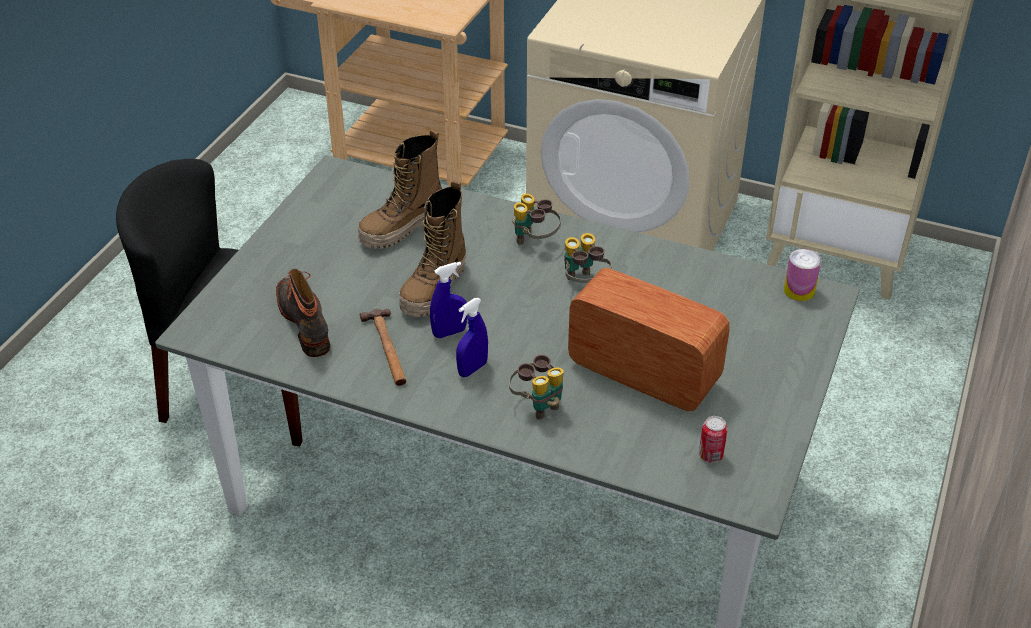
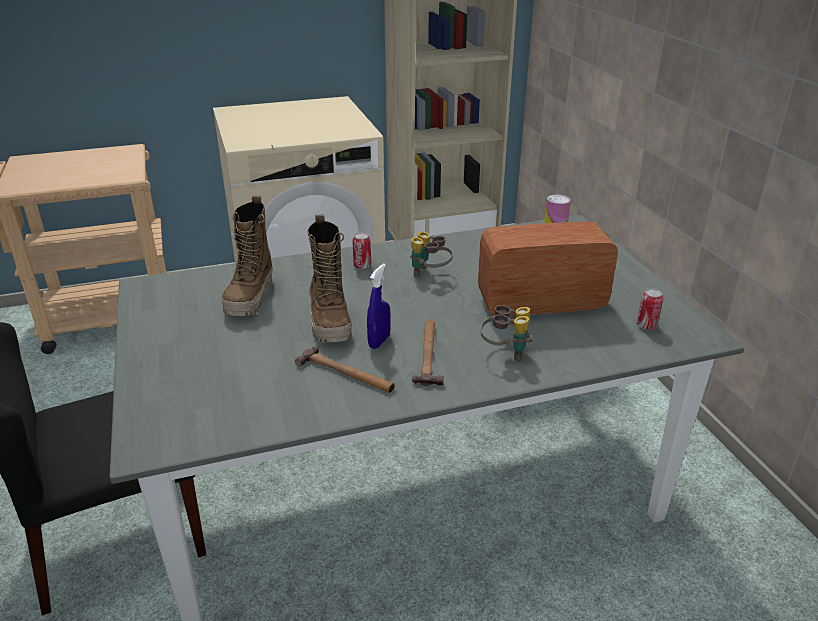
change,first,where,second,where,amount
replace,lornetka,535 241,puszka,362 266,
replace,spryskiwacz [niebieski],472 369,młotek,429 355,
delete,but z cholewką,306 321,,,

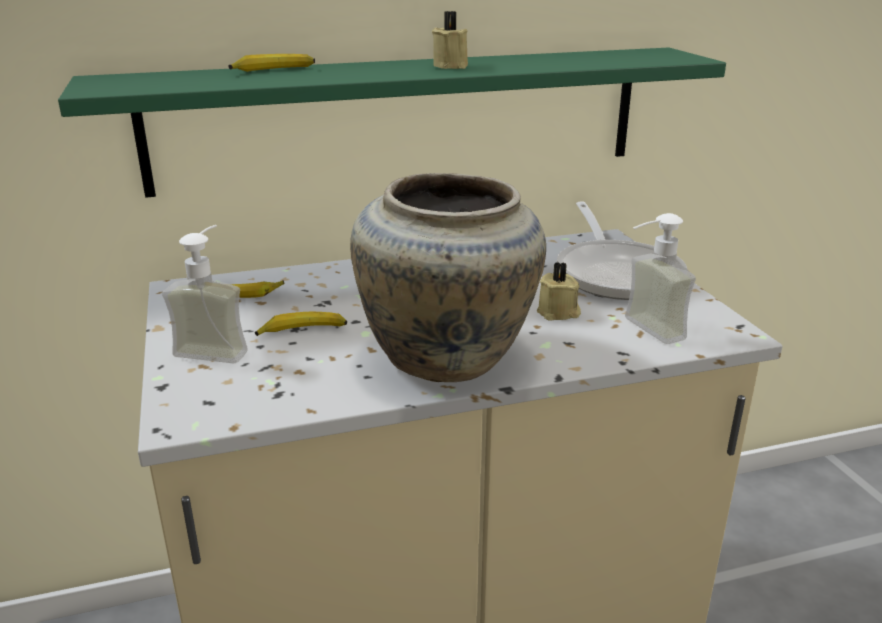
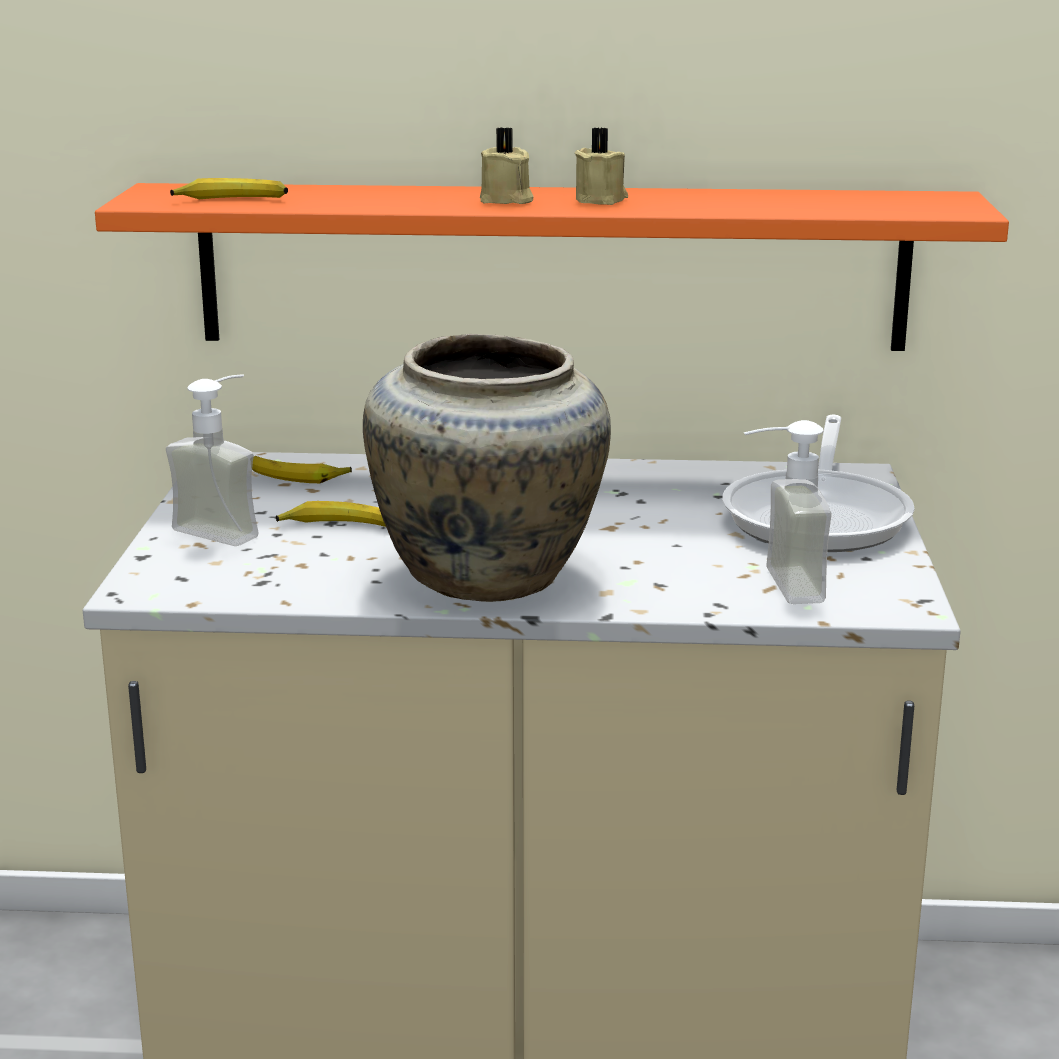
change,first,where,second,where,amount
recolor,półka [zielony],401 118,półka [pomarańczowy],551 267,
move,banan,273 70,,232 200,
move,świeca [beżowy],559 313,,506 200,

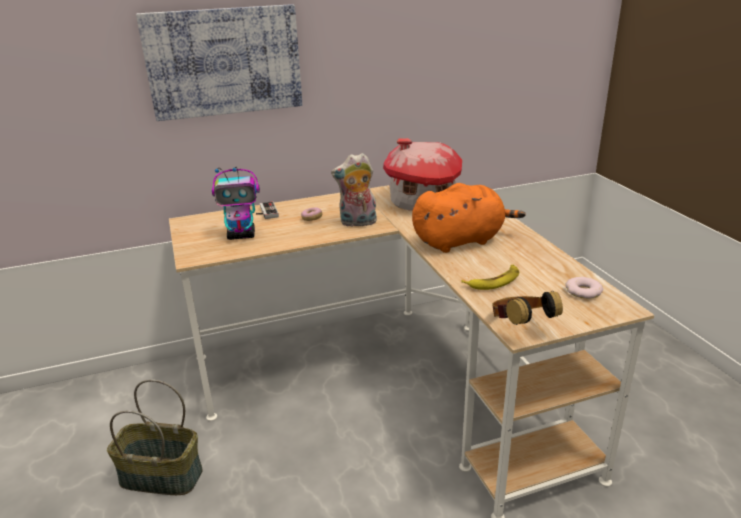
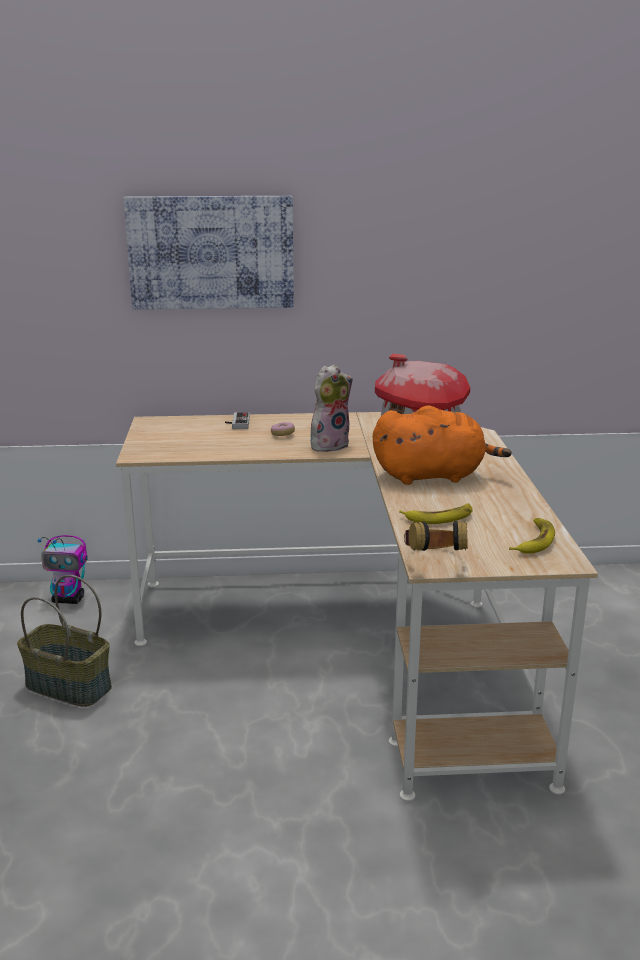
change,first,where,second,where,amount
move,robot zabawkowy,242 235,,69 599,
rotate,pluszak,357 223,,329 445,135 degrees clockwise
replace,donut,583 291,banan,533 541,

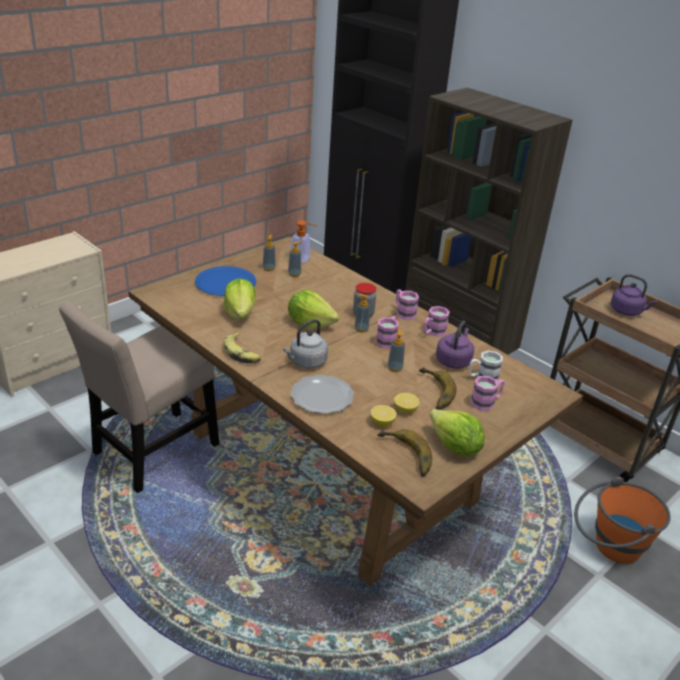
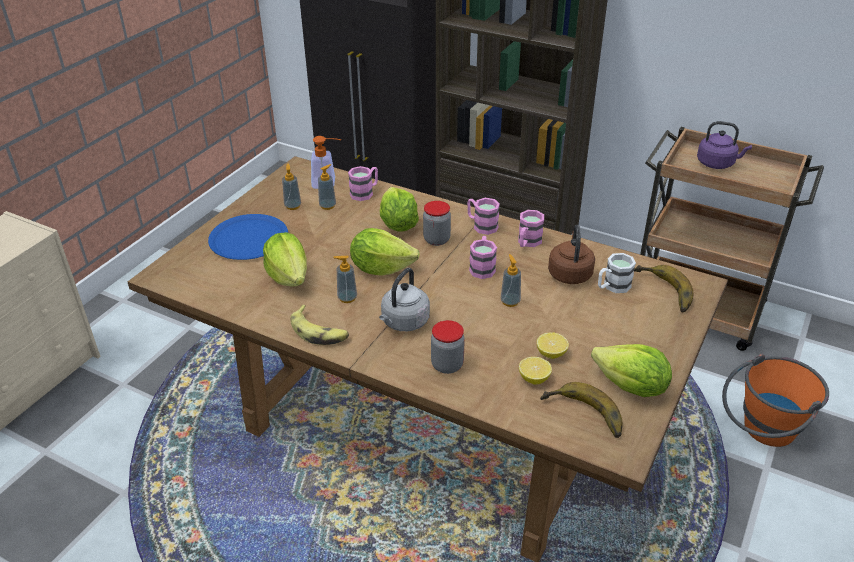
change,first,where,second,where,amount
move,dozownik mydła,361 329,,347 298,
move,kubek [różowy],486 402,,365 192,
insert,,,sałata,398 224,
replace,talerz,322 397,słoik,447 365,
recolor,czajnik [fioletowy],454 360,czajnik [brązowy],570 273,
move,banan,432 392,,662 292,
delete,krzesło [beżowy],151 453,,,

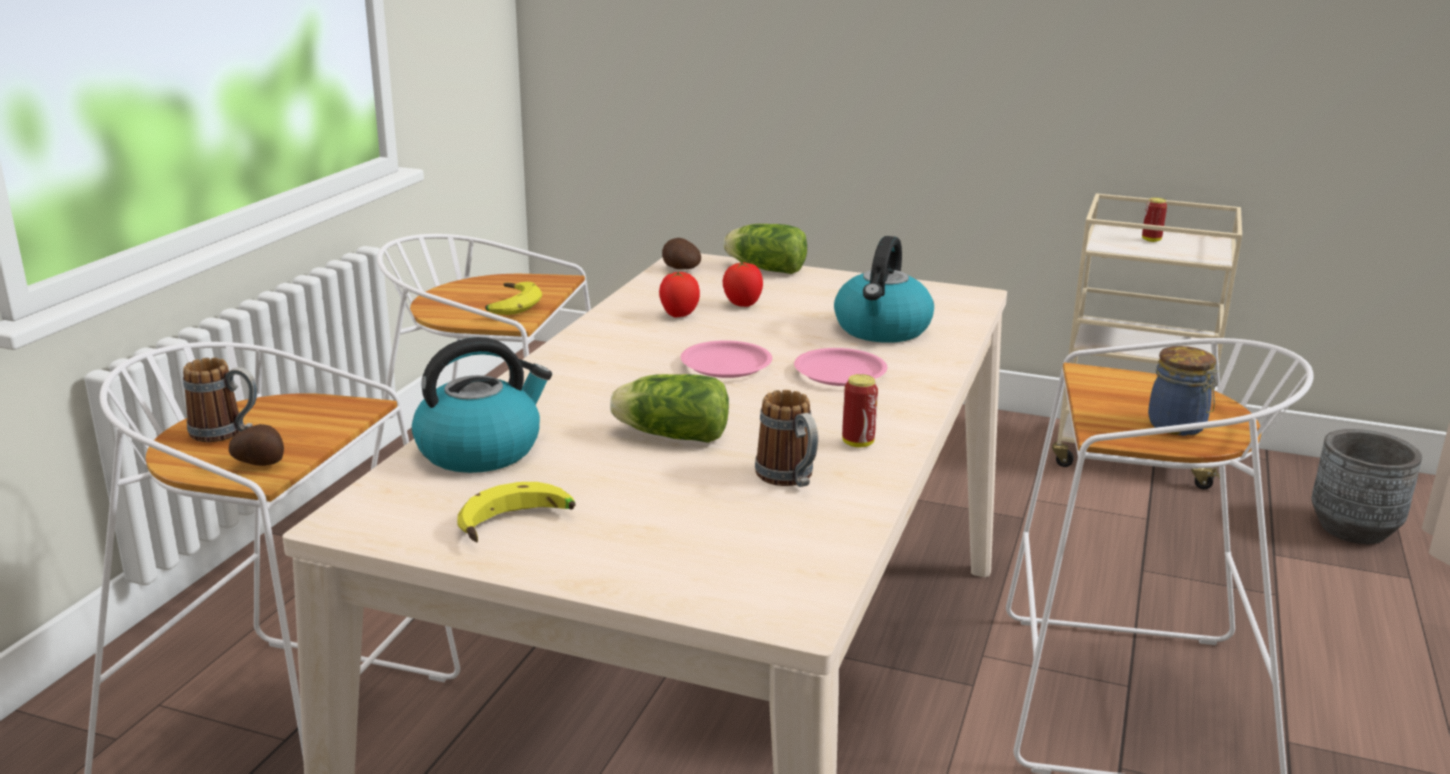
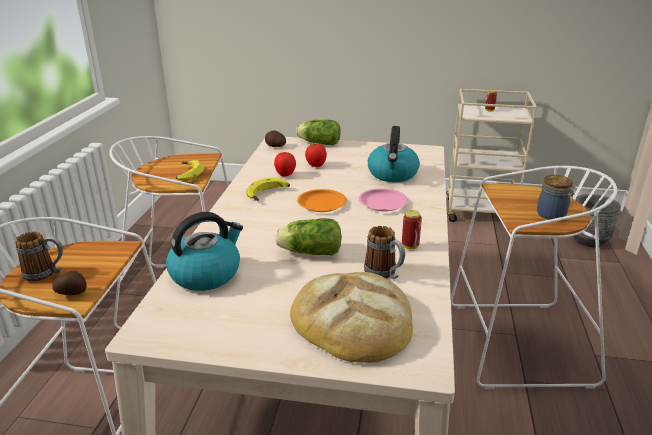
change,first,where,second,where,amount
move,banan,517 526,,269 195,
insert,,,chleb,353 320,
recolor,talerz [różowy],727 365,talerz [pomarańczowy],322 204,

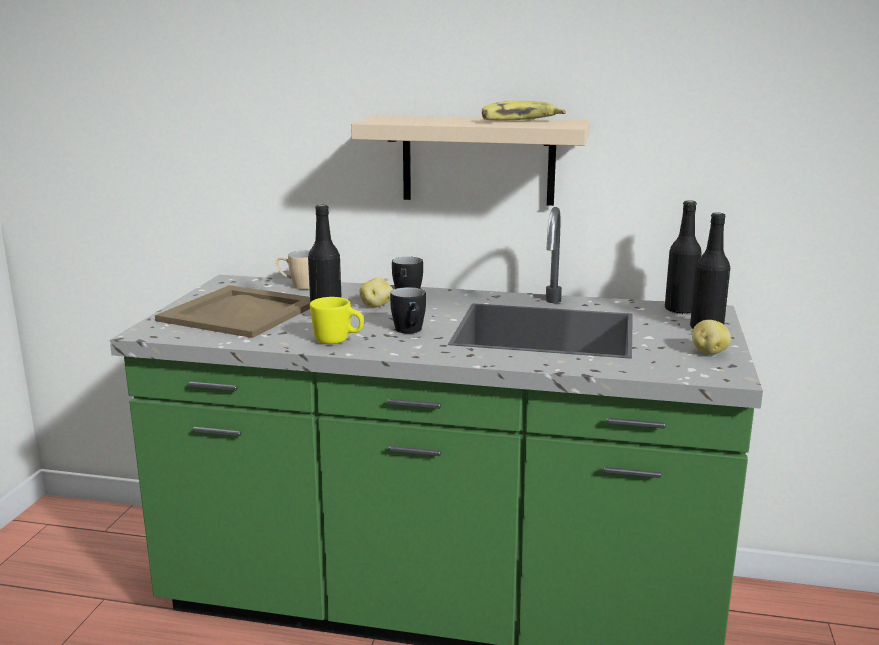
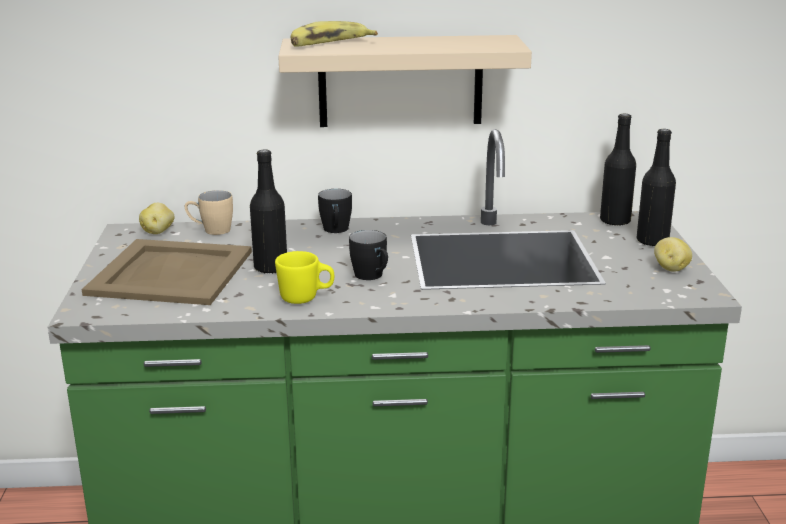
change,first,where,second,where,amount
move,ziemniak,377 306,,158 231,
move,banan,518 121,,329 45,

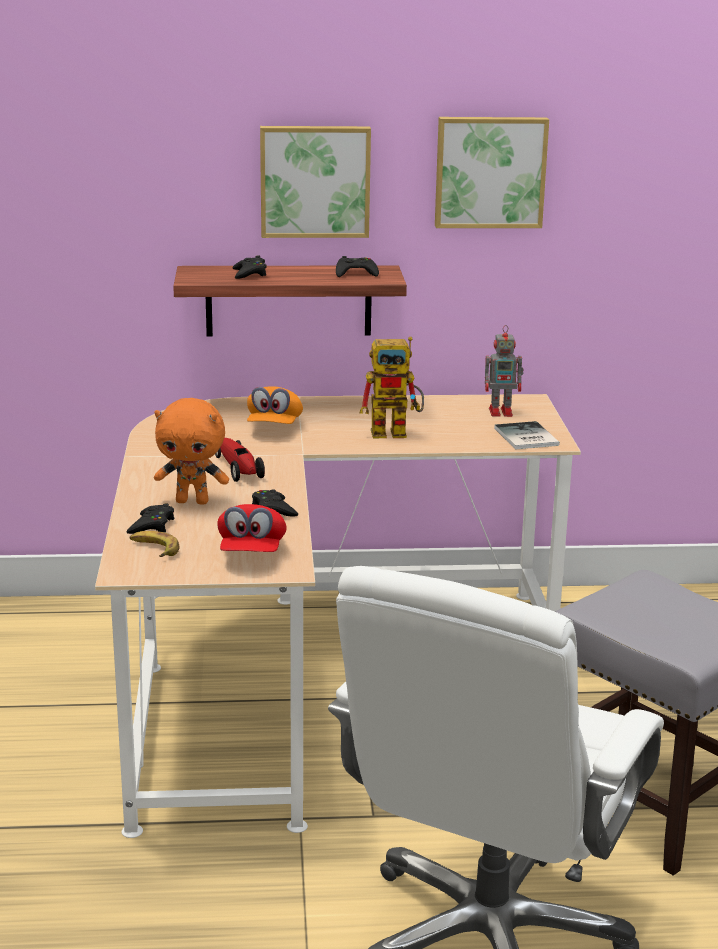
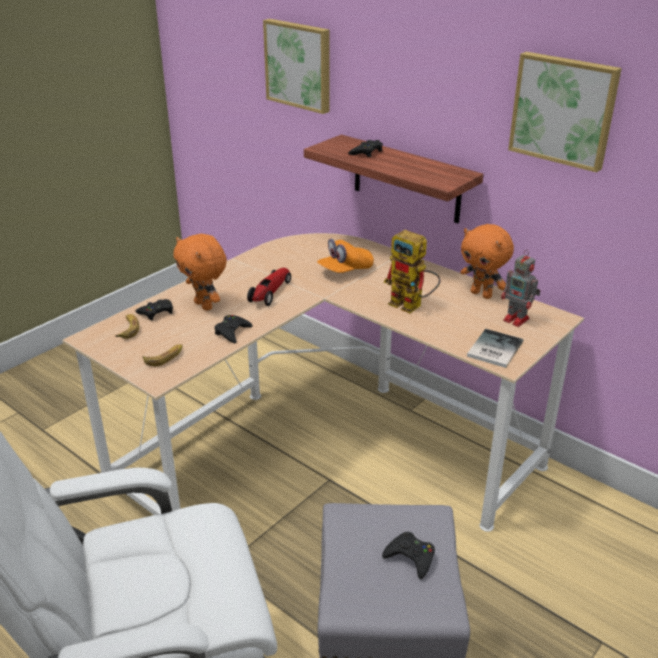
change,first,where,second,where,amount
replace,czapka z daszkiem [czerwony],251 552,banan,165 357,
move,obraz,314 181,,299 65,
move,pad do gier [czarny],355 273,,411 558,
insert,,,pluszak [pomarańczowy],482 294,

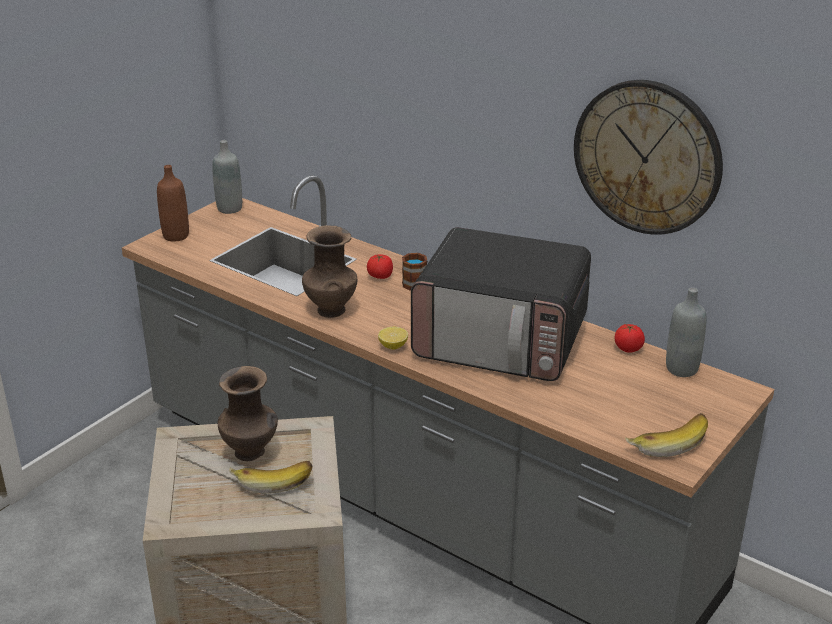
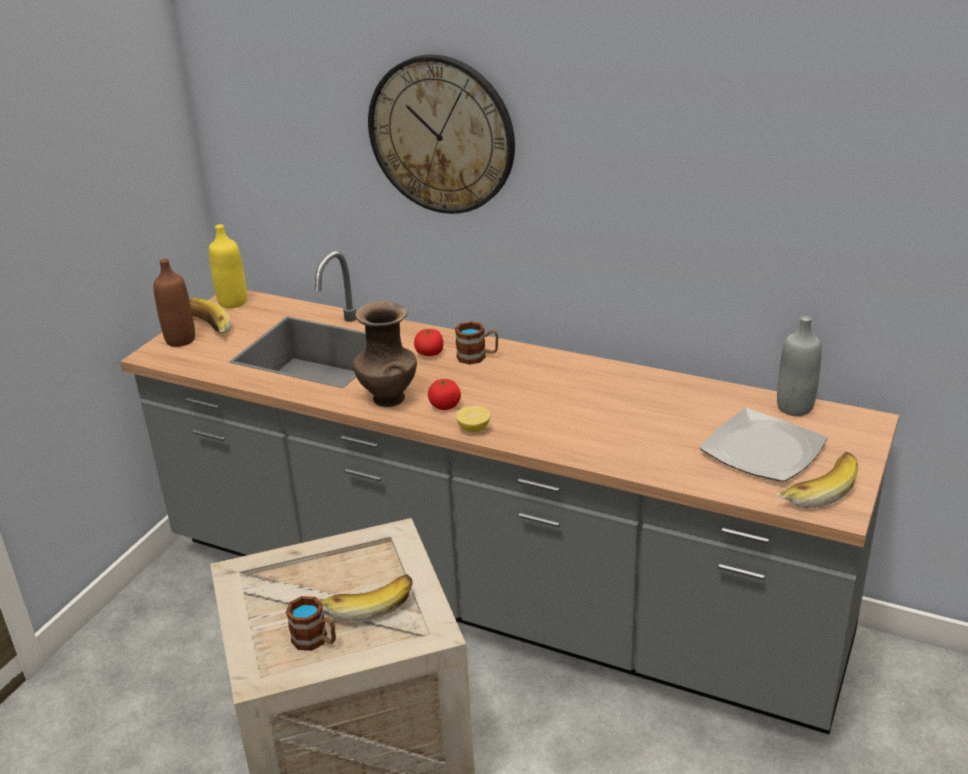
change,first,where,second,where,amount
insert,,,banan,205 328,
recolor,butelka [szary],229 208,butelka [żółty],232 302,
insert,,,kubek,315 640,
move,zegar ścienny,647 157,,441 135,
move,pomidor,628 348,,445 405,
insert,,,talerz,763 451,
delete,wazon [brązowy],251 452,,,
delete,mikrofalówka,501 341,,,

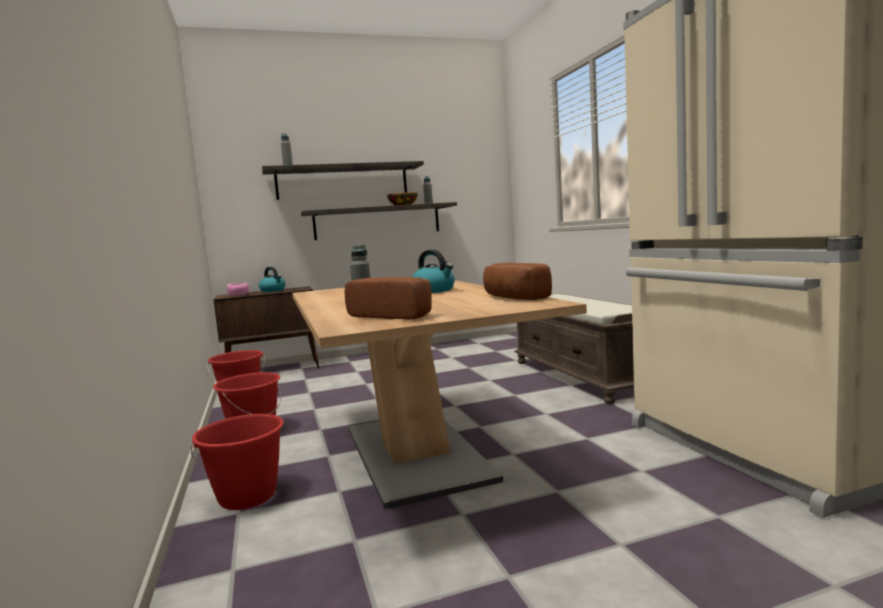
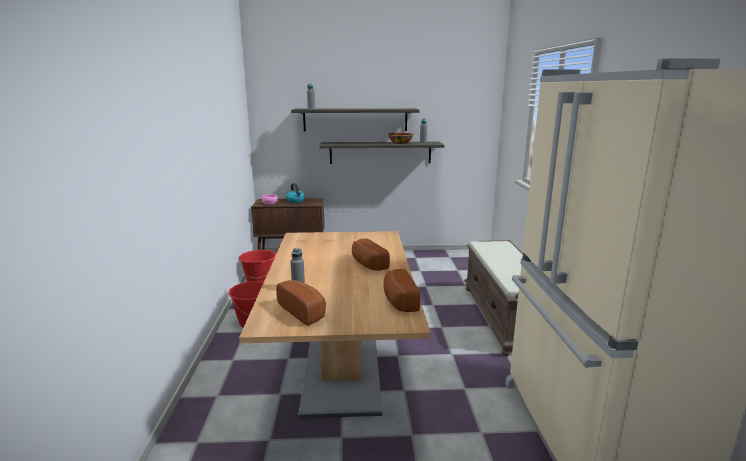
change,first,where,second,where,amount
replace,czajnik,434 291,chleb,367 264,
delete,wiadro [czerwony],247 497,,,

